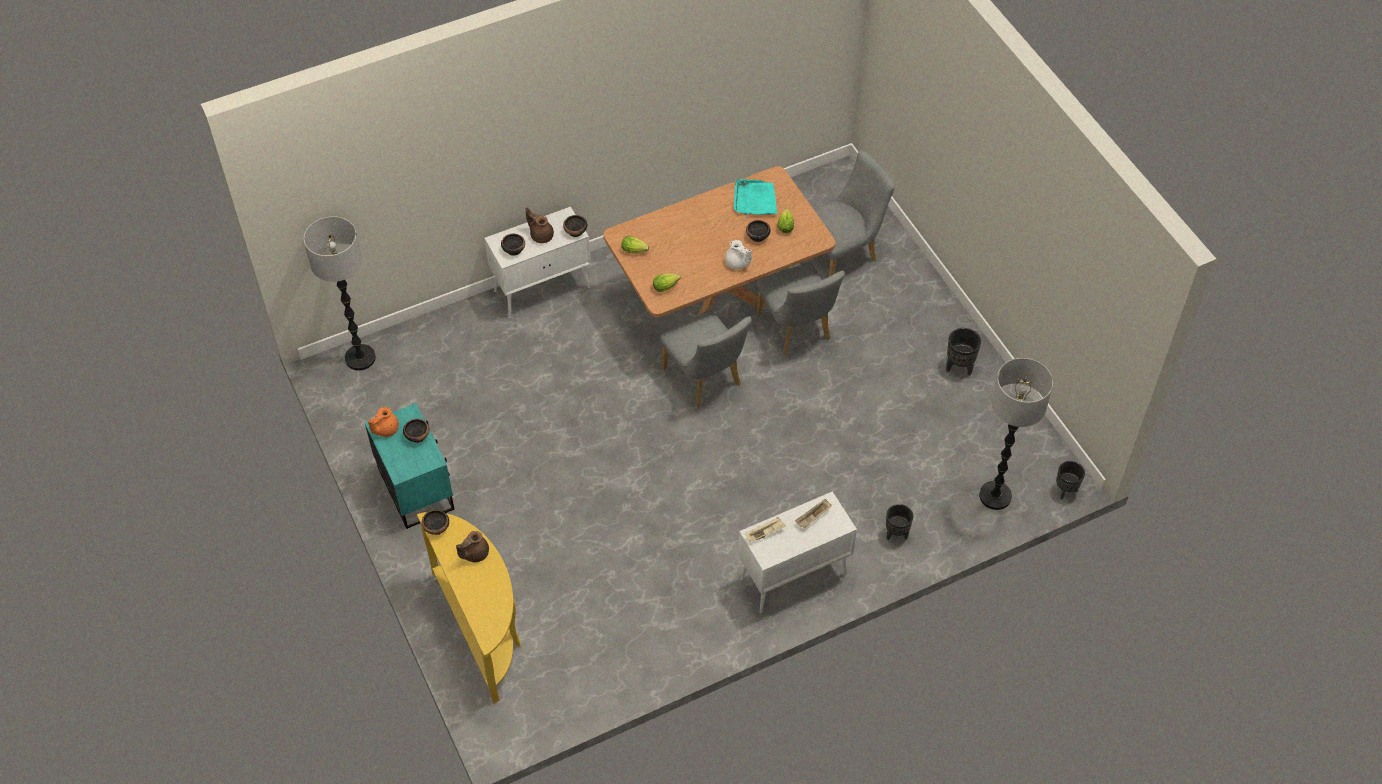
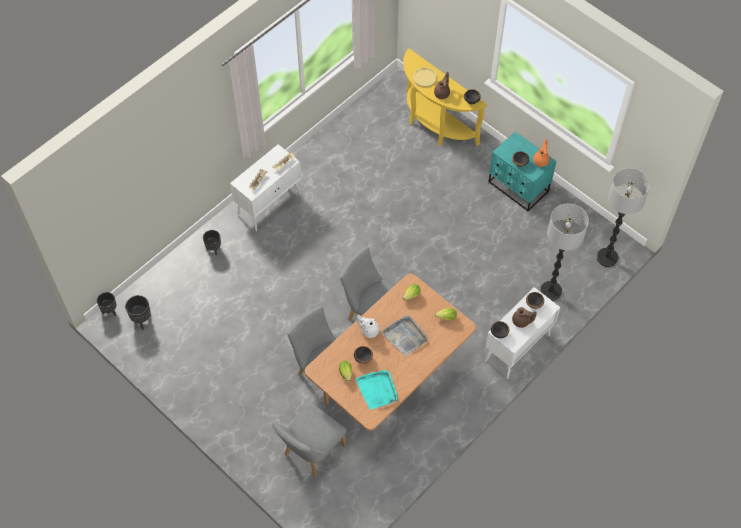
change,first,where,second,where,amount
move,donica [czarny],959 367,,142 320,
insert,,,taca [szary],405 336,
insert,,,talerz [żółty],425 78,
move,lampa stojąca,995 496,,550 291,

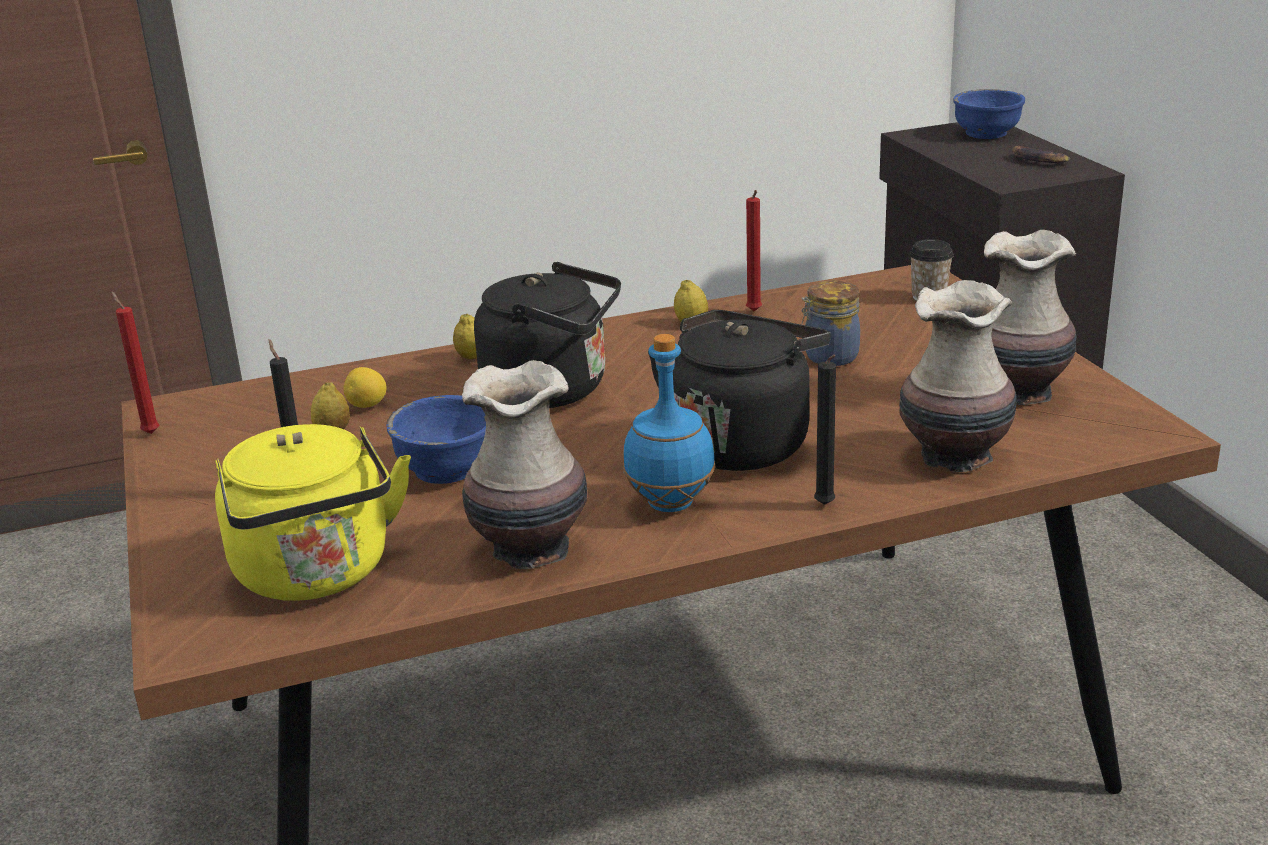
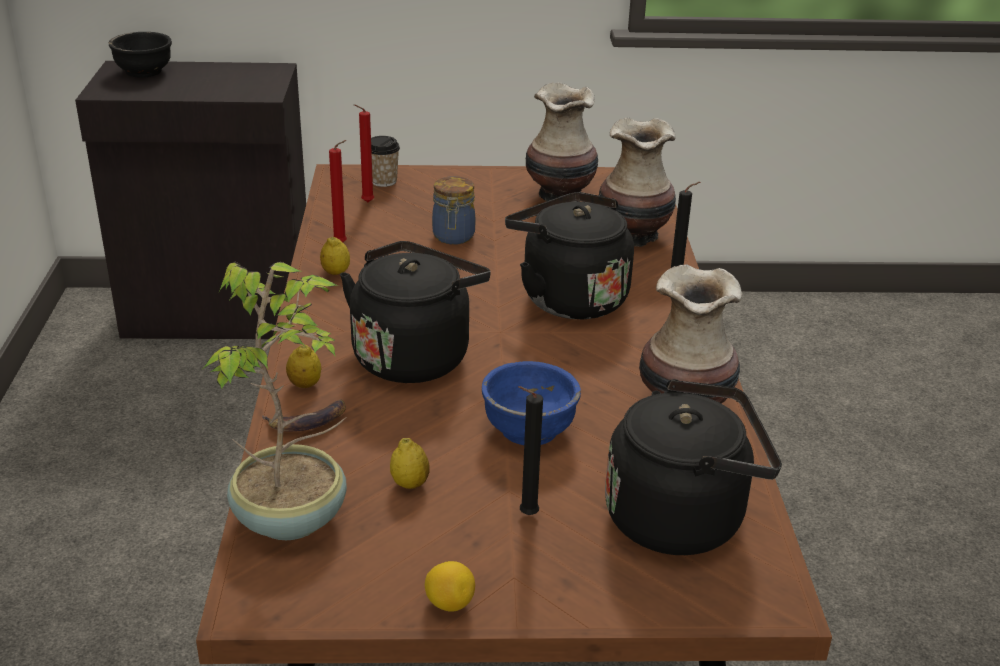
change,first,where,second,where,amount
recolor,miska [niebieski],986 133,miska [czarny],144 71,
insert,,,roślina doniczkowa,293 518,
move,banan,1038 160,,307 421,
move,świeca [czerwony],149 432,,365 202,
move,cytryna,367 406,,449 603,
recolor,czajnik [żółty],317 575,czajnik [czarny],682 517,
delete,butelka [niebieski],670 503,,,

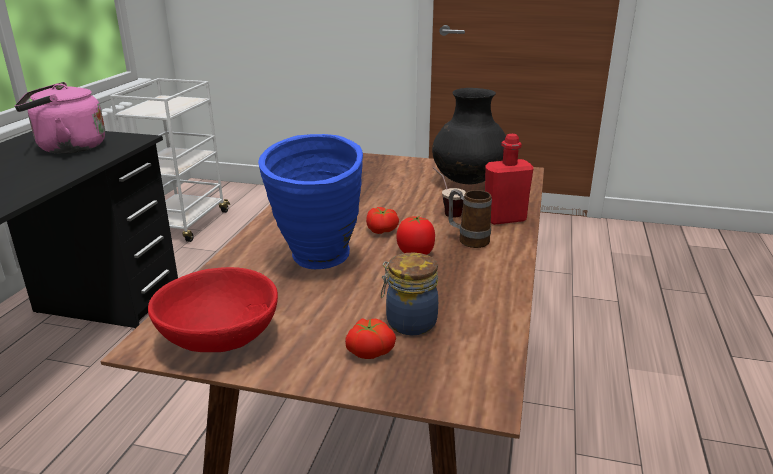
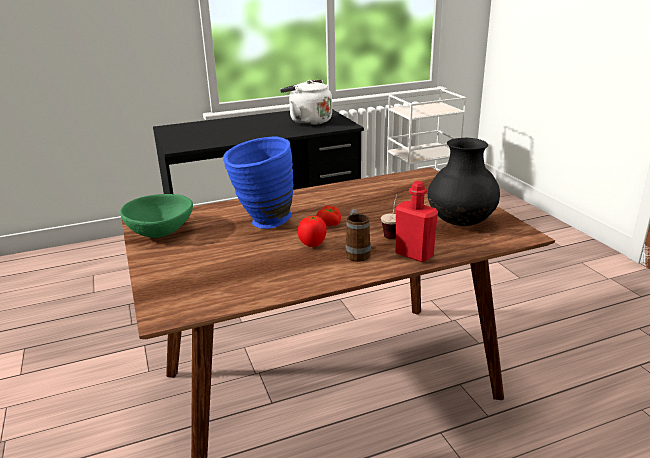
change,first,where,second,where,amount
recolor,miska [czerwony],220 338,miska [zielony],160 232,
recolor,czajnik [różowy],67 148,czajnik [biały],308 121,
delete,pomidor,369 350,,,
delete,słoik,409 322,,,

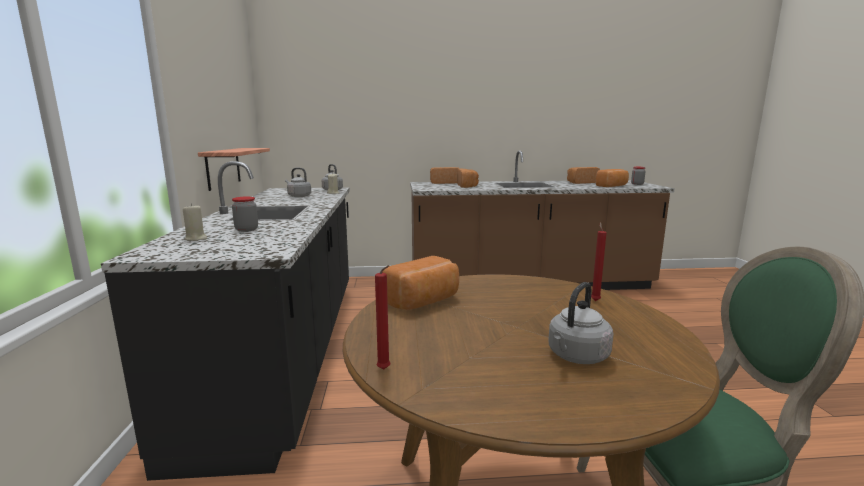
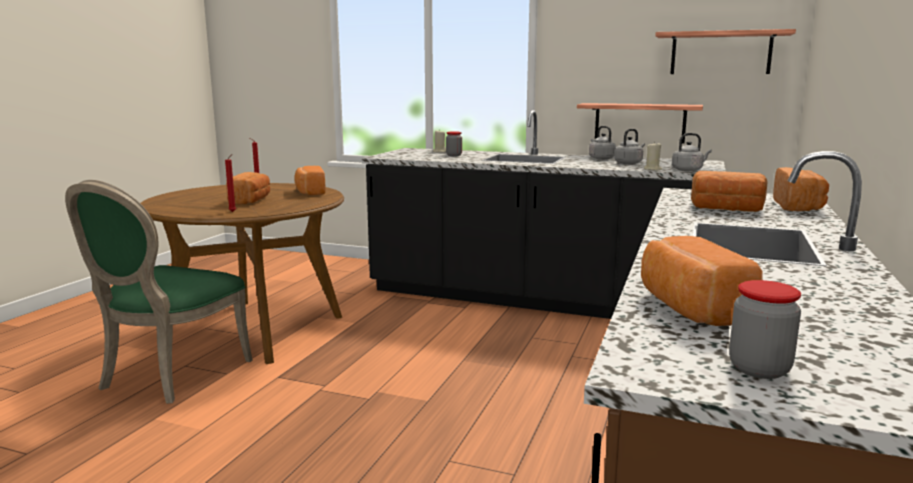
change,first,where,second,where,amount
move,chleb,581 182,,251 201,
move,czajnik [szary],576 357,,600 158,
insert,,,półka,720 53,

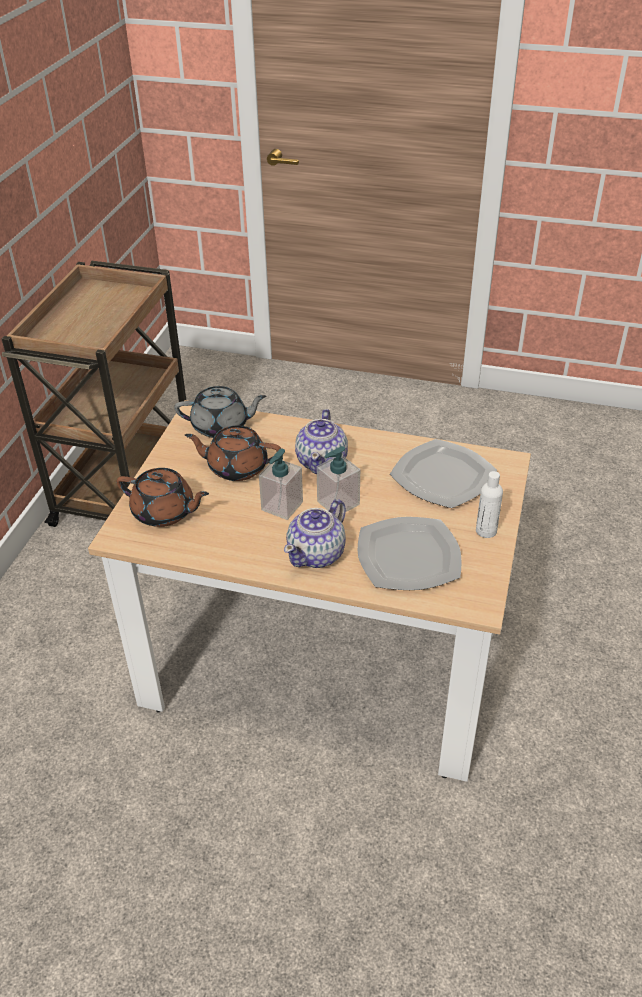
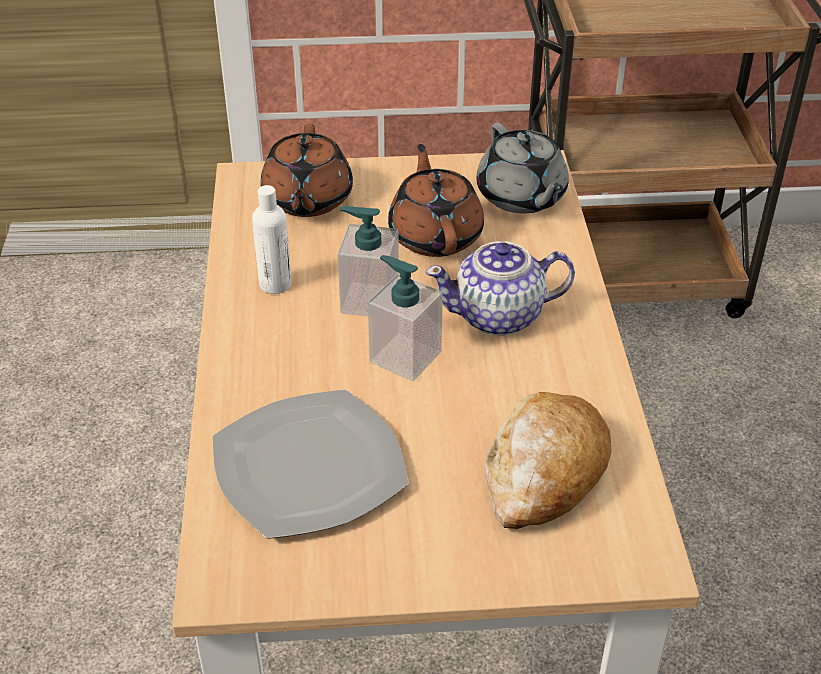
change,first,where,second,where,amount
move,butelka [biały],486 531,,275 284,
replace,talerz,444 476,chleb,544 473,
delete,imbryk,317 554,,,

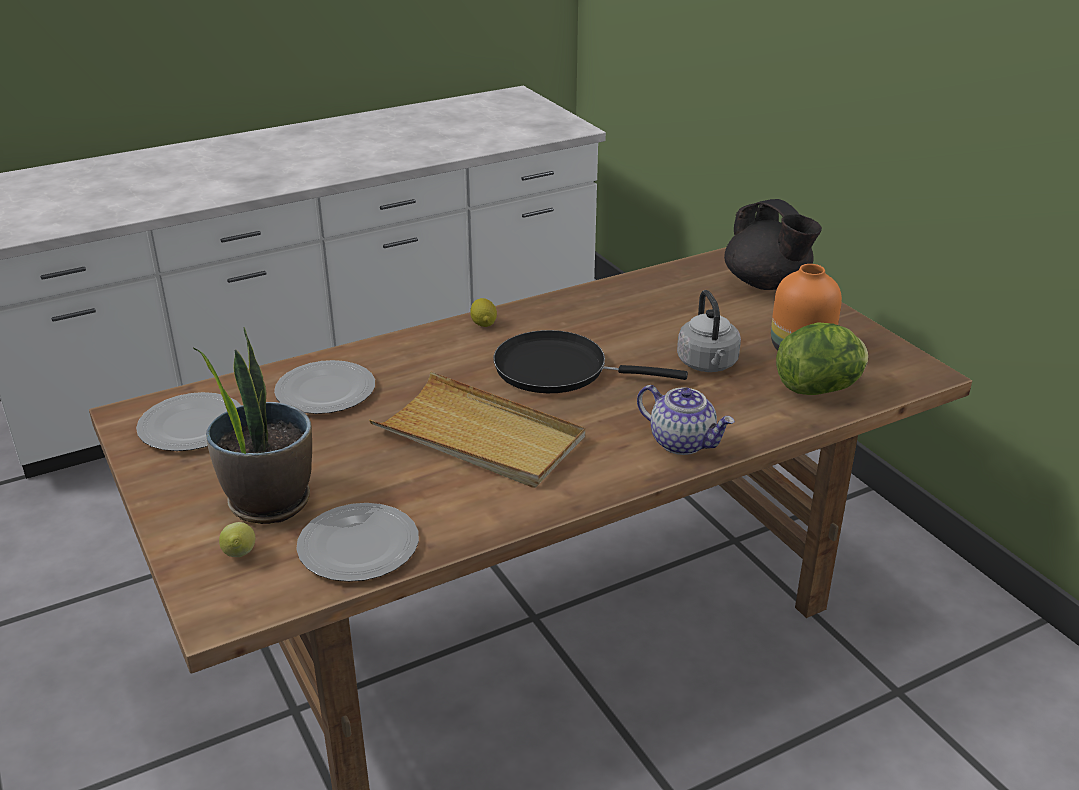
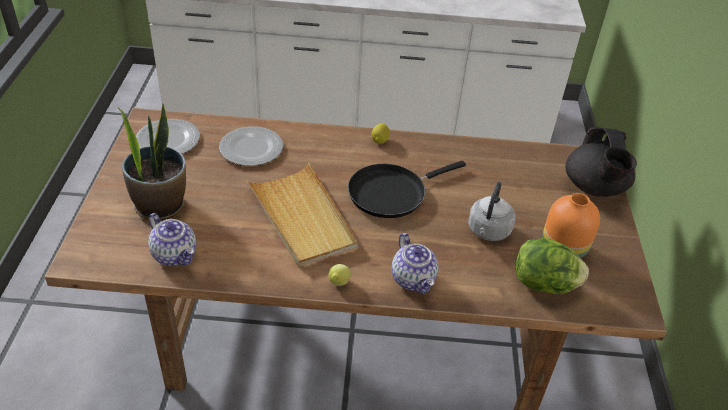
change,first,where,second,where,amount
replace,talerz,358 545,imbryk,175 255,
move,cytryna,240 556,,338 284,
rotate,patelnia [czarny],559 370,,391 193,75 degrees counterclockwise

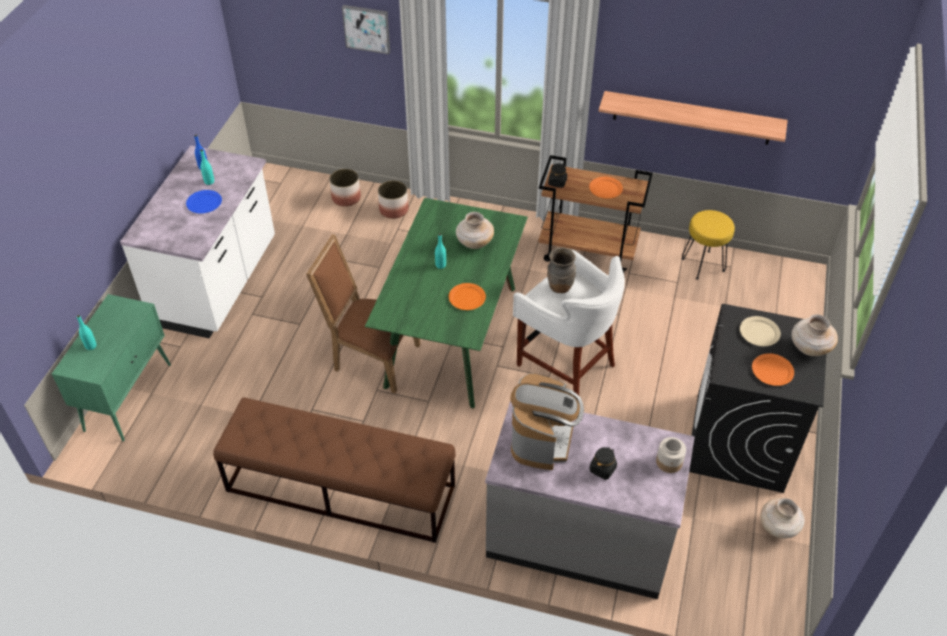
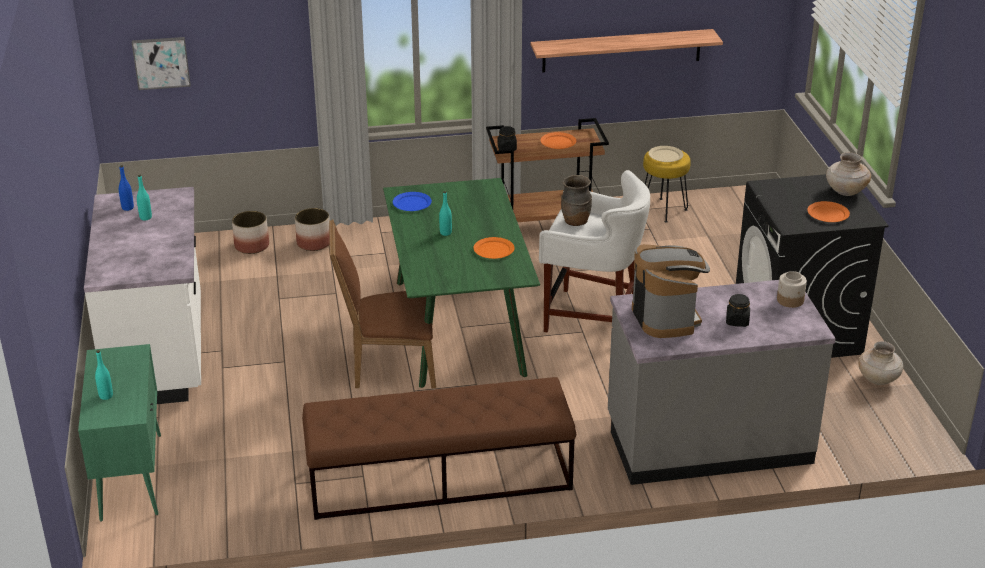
change,first,where,second,where,amount
move,obraz,367 28,,161 62,
move,talerz [niebieski],204 203,,411 203,
move,talerz [beżowy],759 333,,665 156,
delete,wazon [beżowy],474 243,,,

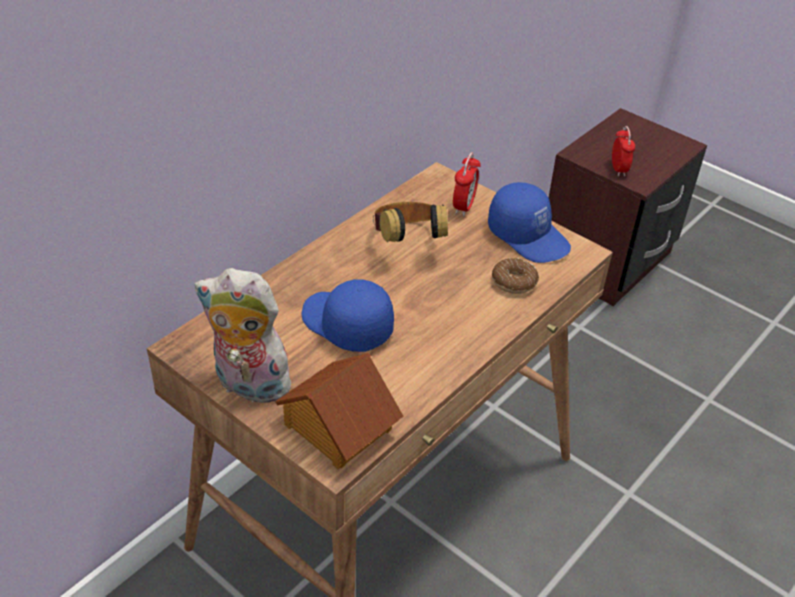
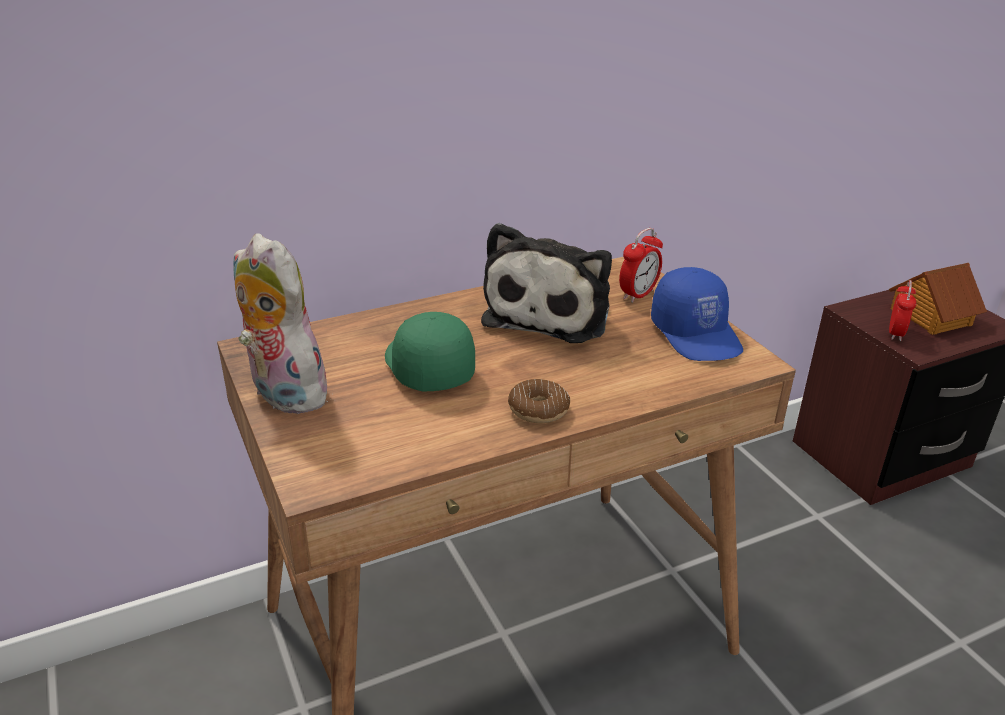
change,first,where,second,where,amount
recolor,czapka z daszkiem [niebieski],345 325,czapka z daszkiem [zielony],426 367,
replace,słuchawki,408 243,pluszak,551 312,
move,donut,514 282,,538 409,
move,domek,337 427,,930 316,

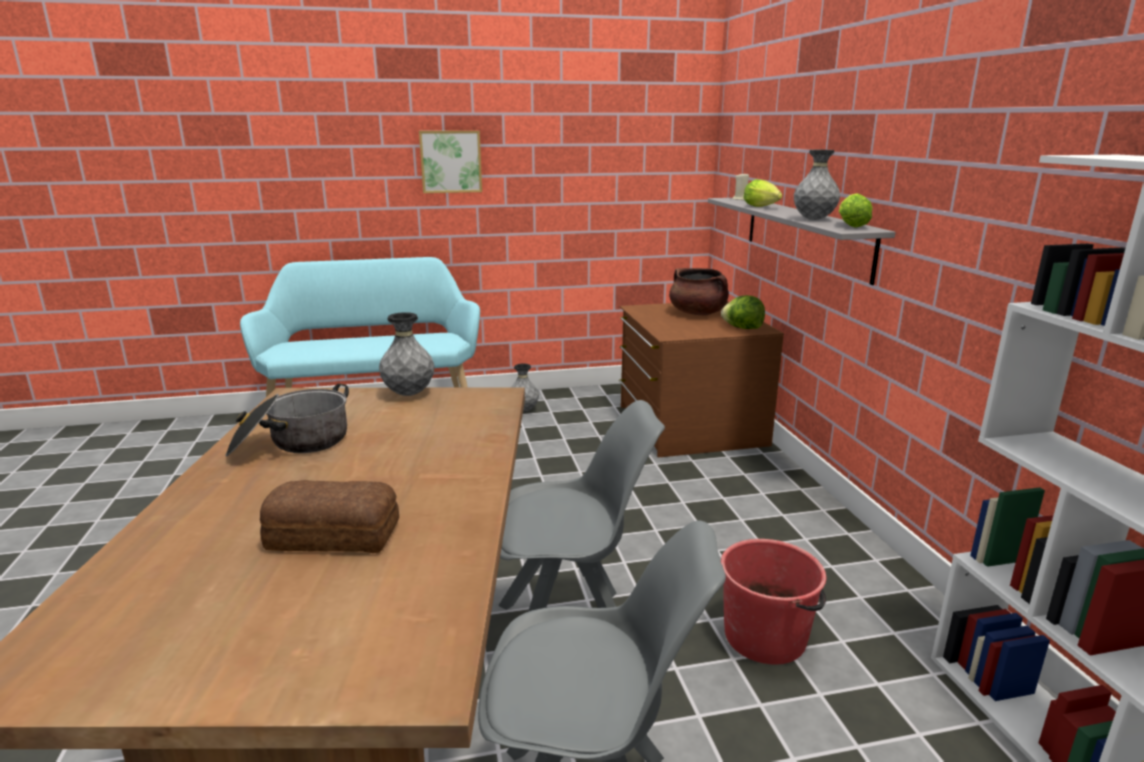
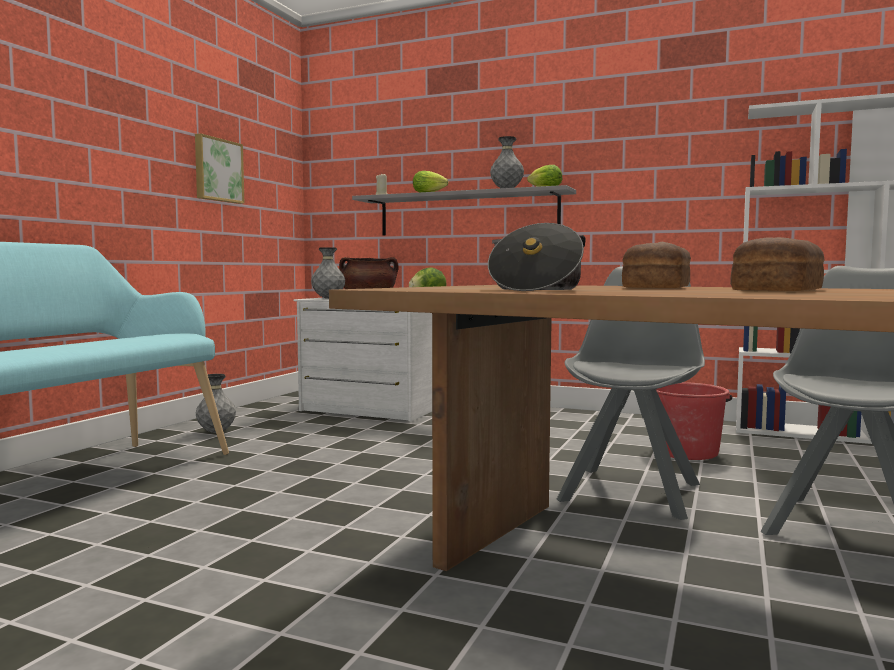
change,first,where,second,where,amount
move,obraz,450 161,,217 170,
recolor,komoda [brązowy],688 425,komoda [biały],379 406,
move,wazon [szary],409 394,,328 298,
insert,,,chleb,659 287,

